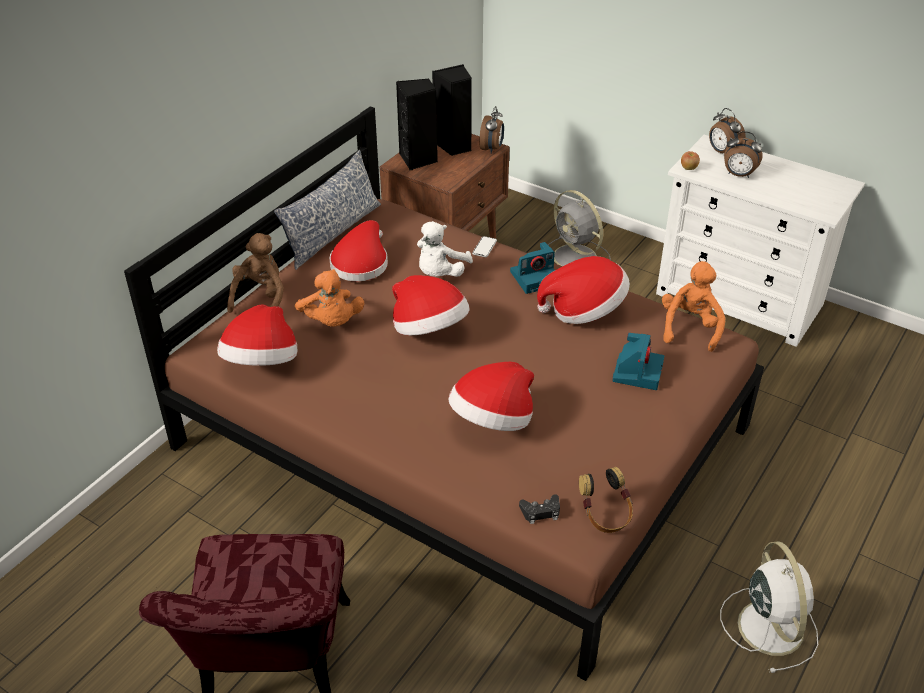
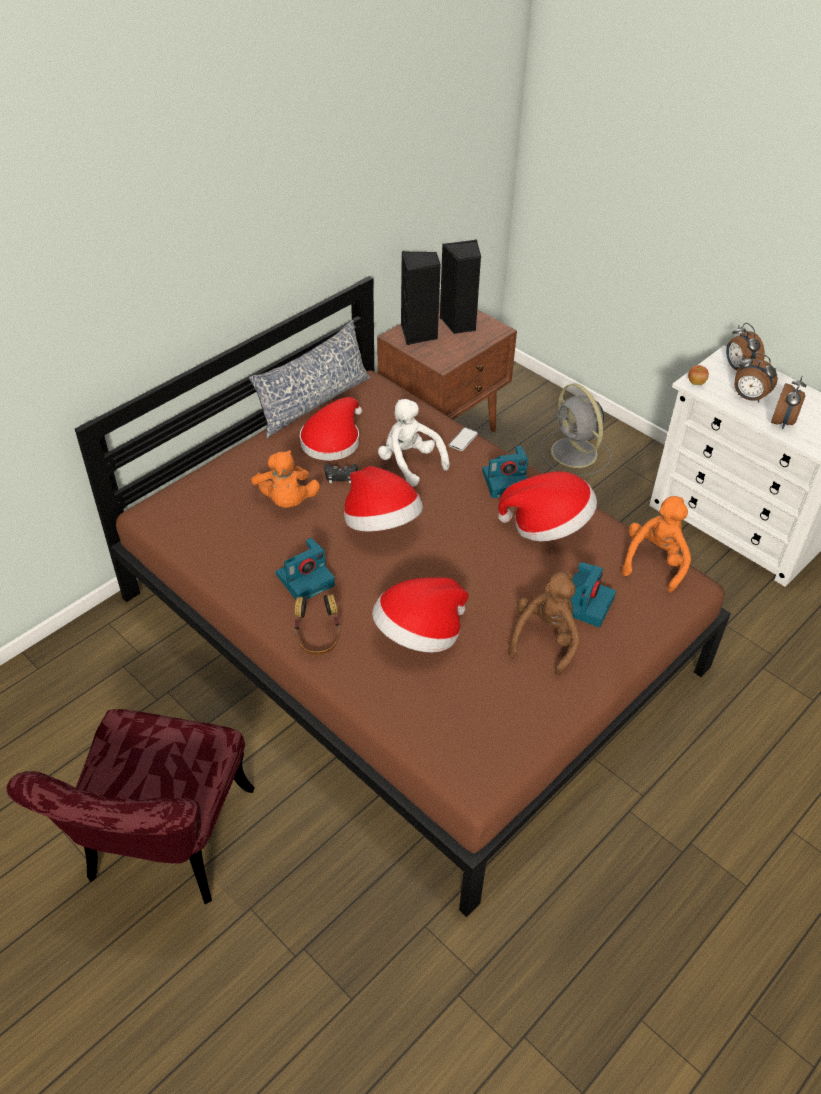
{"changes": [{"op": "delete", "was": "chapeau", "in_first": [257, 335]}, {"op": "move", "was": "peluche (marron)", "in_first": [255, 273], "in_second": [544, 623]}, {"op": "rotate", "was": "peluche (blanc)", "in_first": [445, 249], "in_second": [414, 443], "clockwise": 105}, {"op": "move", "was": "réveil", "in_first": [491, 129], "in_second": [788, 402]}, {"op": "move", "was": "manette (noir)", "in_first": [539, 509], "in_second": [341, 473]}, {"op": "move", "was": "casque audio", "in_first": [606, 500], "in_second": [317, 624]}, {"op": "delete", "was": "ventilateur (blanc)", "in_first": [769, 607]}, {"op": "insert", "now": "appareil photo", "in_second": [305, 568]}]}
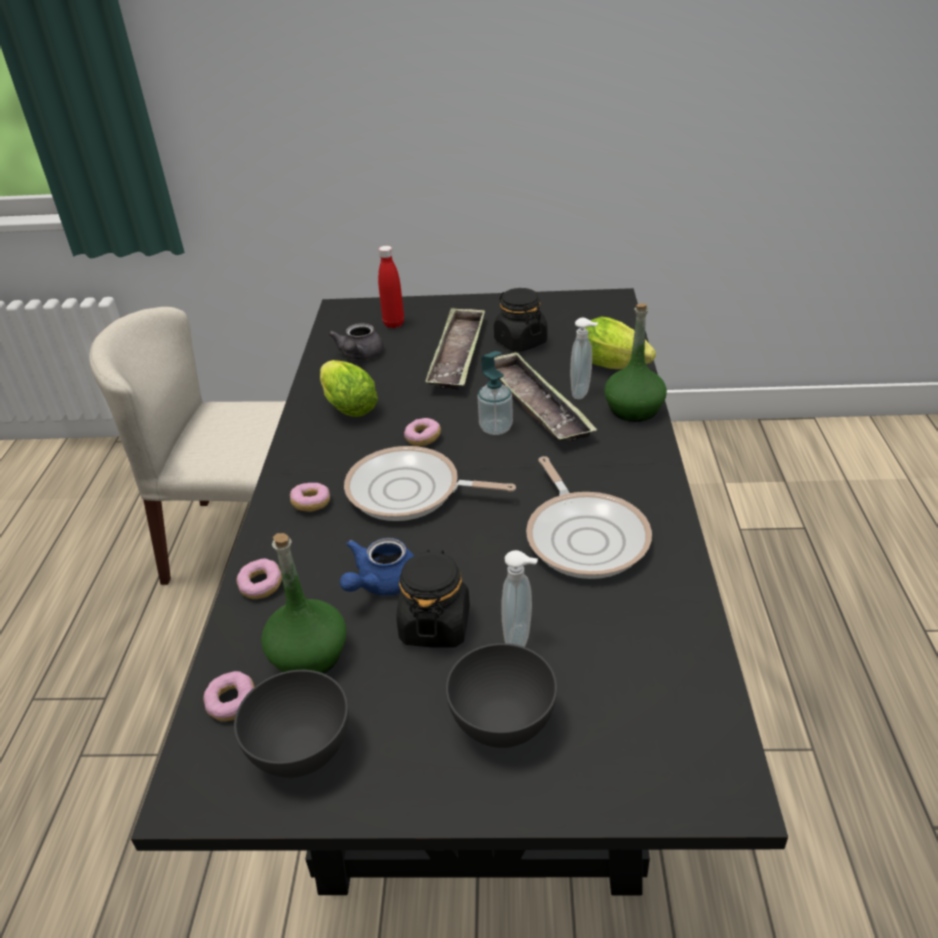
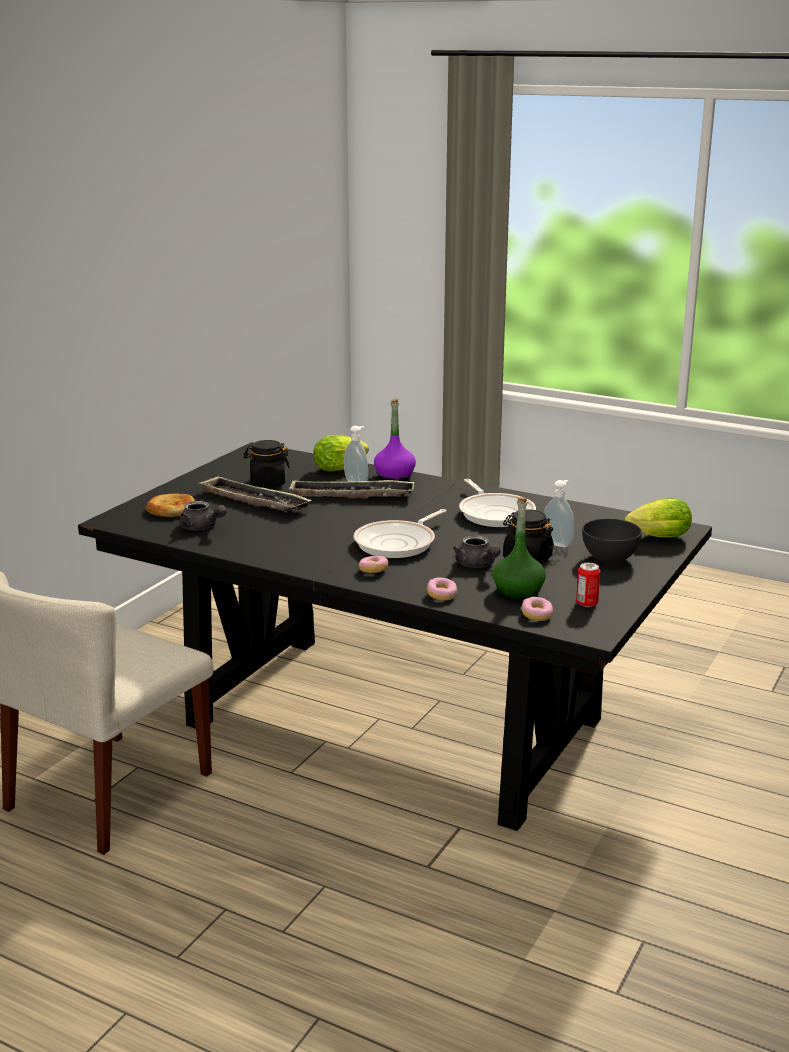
{"changes": [{"op": "replace", "was": "bol (gris)", "now": "boîte métallique", "in_first": [291, 724], "in_second": [588, 585]}, {"op": "move", "was": "laitue", "in_first": [349, 388], "in_second": [658, 517]}, {"op": "recolor", "was": "théière (bleu)", "now": "théière (gris)", "in_first": [377, 567], "in_second": [477, 551]}, {"op": "replace", "was": "bouteille (rouge)", "now": "pain", "in_first": [391, 287], "in_second": [170, 505]}, {"op": "delete", "was": "beignet", "in_first": [422, 432]}, {"op": "delete", "was": "distributeur de savon", "in_first": [495, 393]}, {"op": "rotate", "was": "poêle", "in_first": [589, 517], "in_second": [497, 503], "clockwise": 60}, {"op": "recolor", "was": "bouteille (vert)", "now": "bouteille (violet)", "in_first": [635, 362], "in_second": [395, 440]}]}
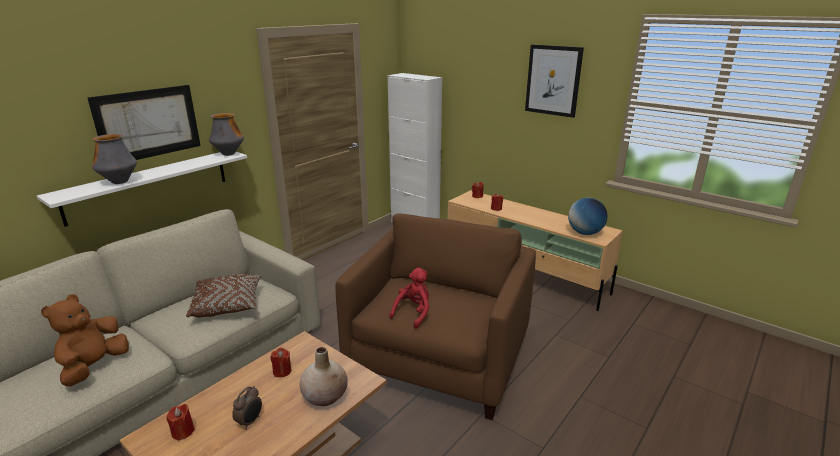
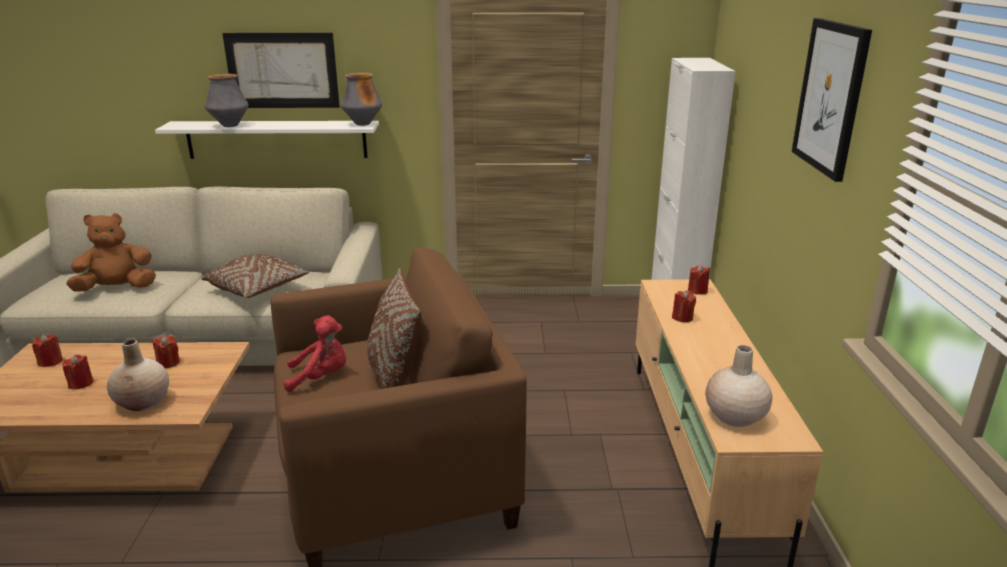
{"changes": [{"op": "replace", "was": "réveil", "now": "bougie (rouge)", "in_first": [247, 407], "in_second": [77, 371]}, {"op": "replace", "was": "globe", "now": "vase (beige)", "in_first": [587, 216], "in_second": [739, 386]}, {"op": "insert", "now": "coussin (marron)", "in_second": [394, 328]}]}
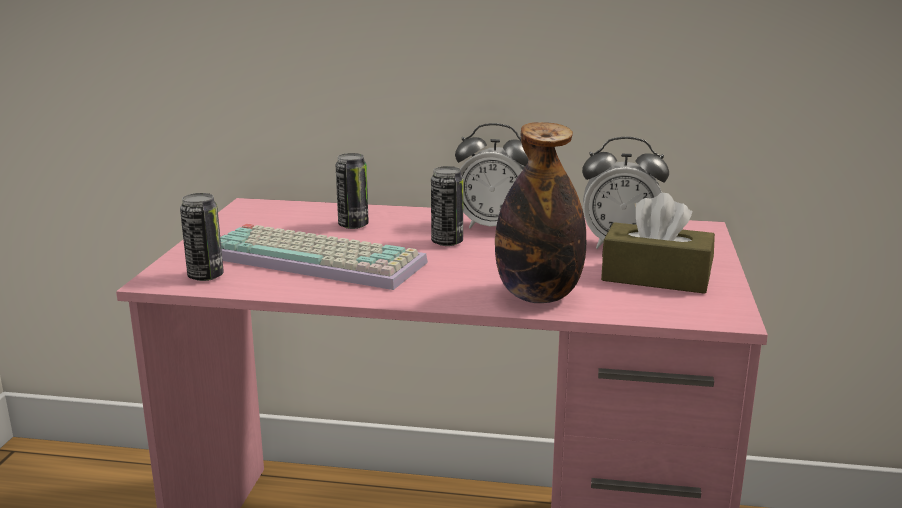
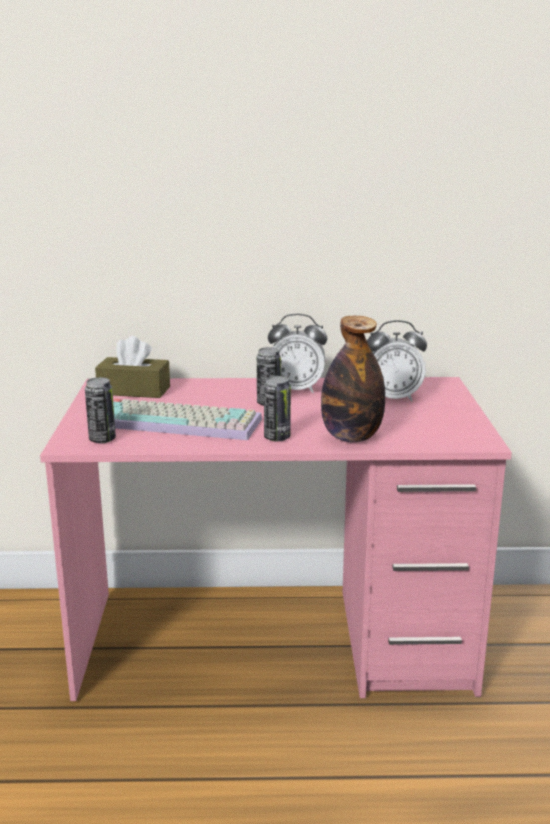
{"changes": [{"op": "move", "was": "boîte métallique", "in_first": [352, 191], "in_second": [277, 409]}, {"op": "move", "was": "boîte à mouchoirs (marron)", "in_first": [658, 243], "in_second": [132, 367]}]}
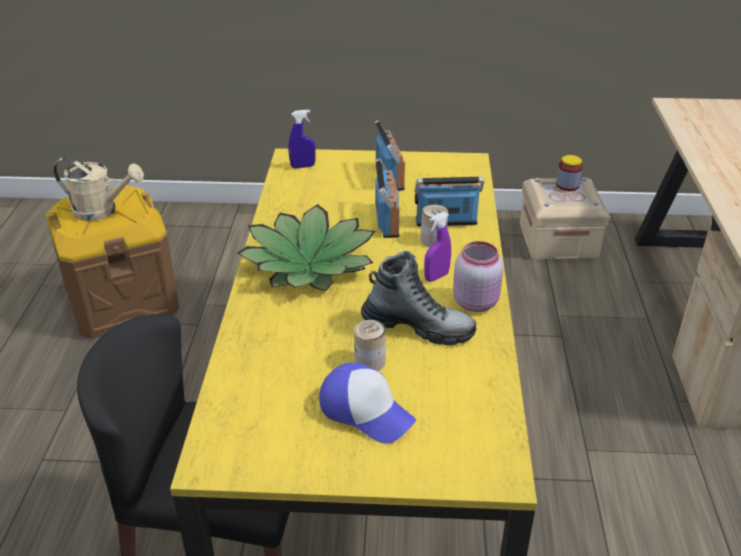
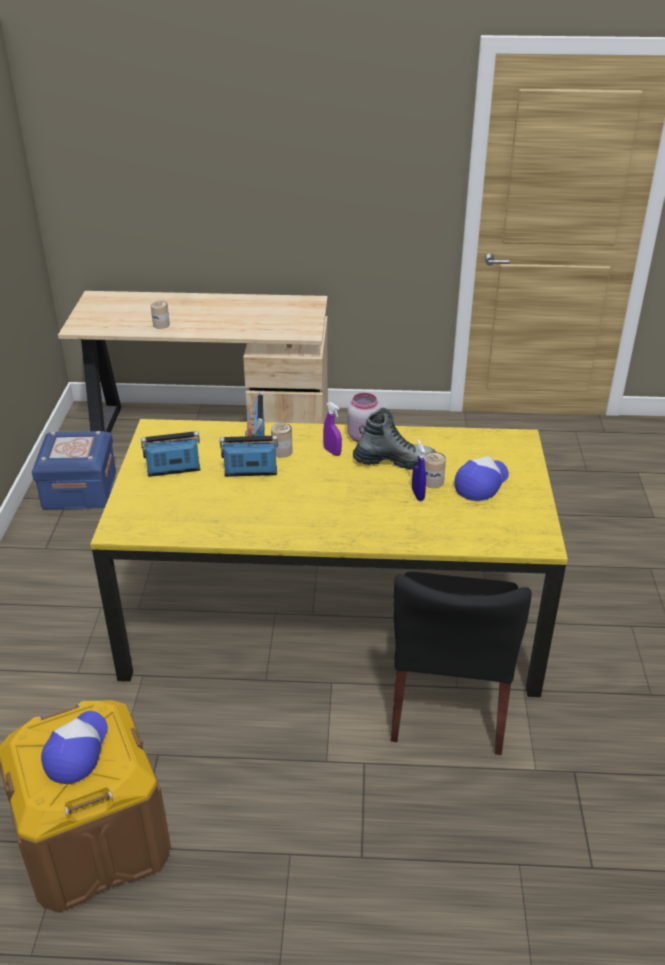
{"changes": [{"op": "replace", "was": "arrosoir (beige)", "now": "casquette", "in_first": [98, 189], "in_second": [74, 747]}, {"op": "delete", "was": "plante en pot", "in_first": [306, 247]}, {"op": "move", "was": "vaporisateur (bleu)", "in_first": [302, 138], "in_second": [419, 470]}, {"op": "rotate", "was": "botte", "in_first": [418, 298], "in_second": [394, 438], "clockwise": 75}, {"op": "recolor", "was": "boîte de rangement (beige)", "now": "boîte de rangement (bleu)", "in_first": [565, 218], "in_second": [74, 470]}, {"op": "delete", "was": "bocal", "in_first": [569, 173]}, {"op": "insert", "now": "boîte métallique", "in_second": [160, 315]}]}
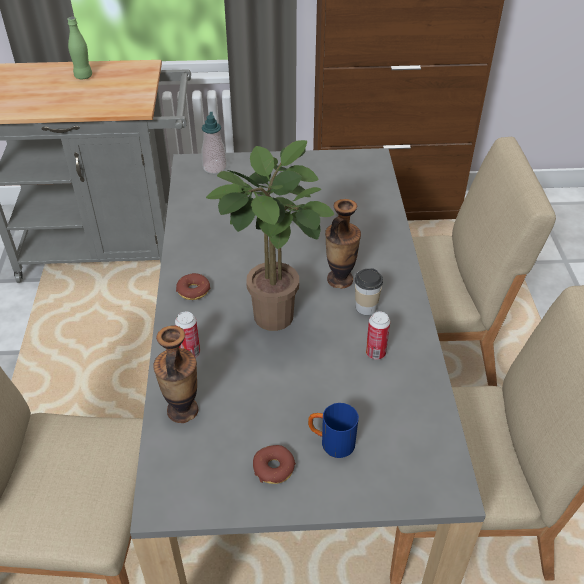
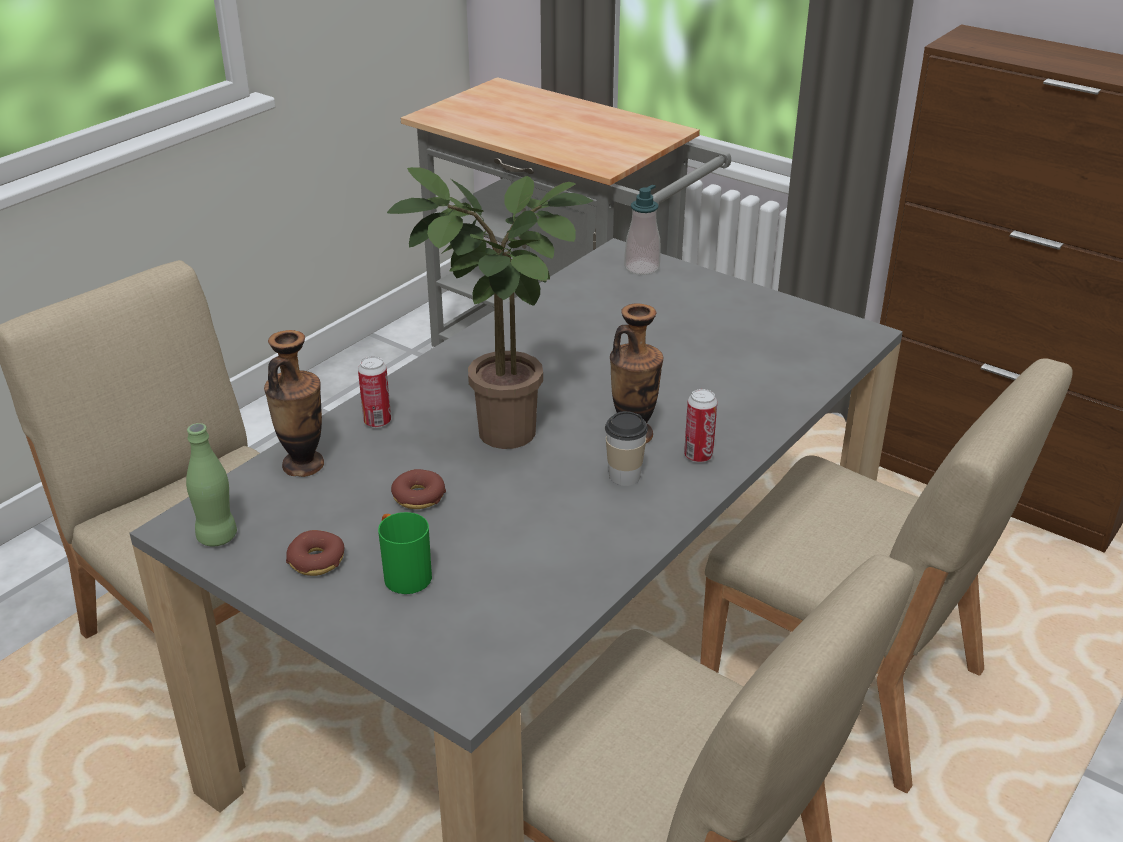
{"changes": [{"op": "move", "was": "bouteille (vert)", "in_first": [79, 48], "in_second": [211, 485]}, {"op": "move", "was": "beignet", "in_first": [193, 286], "in_second": [418, 489]}, {"op": "recolor", "was": "mug (bleu)", "now": "mug (vert)", "in_first": [333, 430], "in_second": [405, 553]}, {"op": "move", "was": "boîte métallique", "in_first": [378, 335], "in_second": [700, 426]}]}
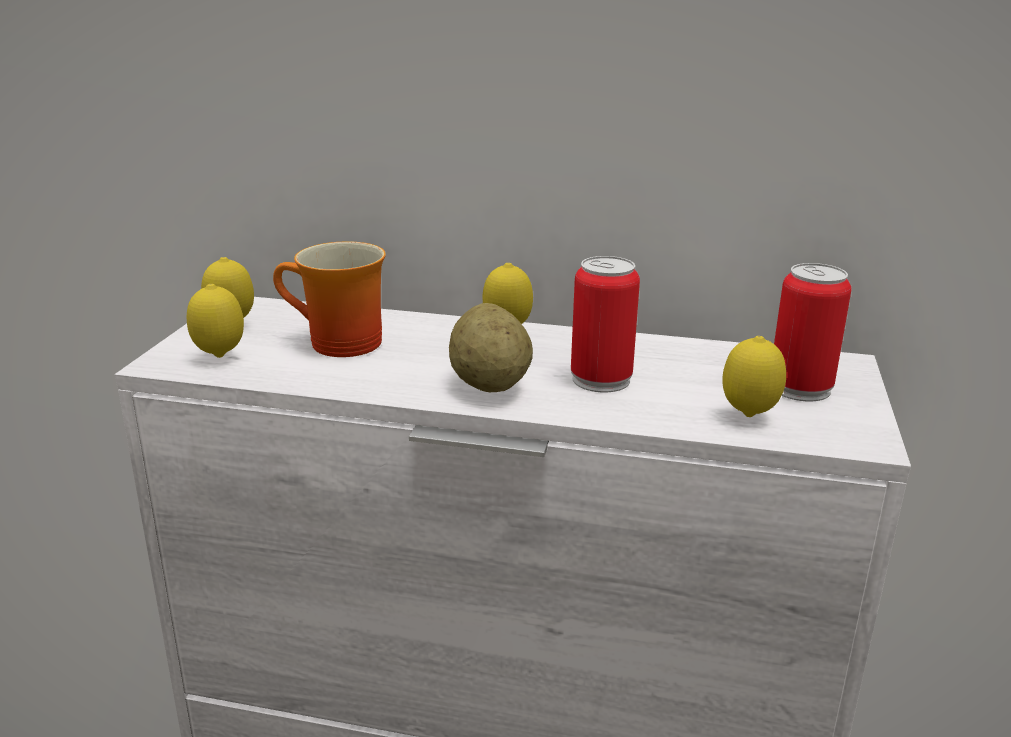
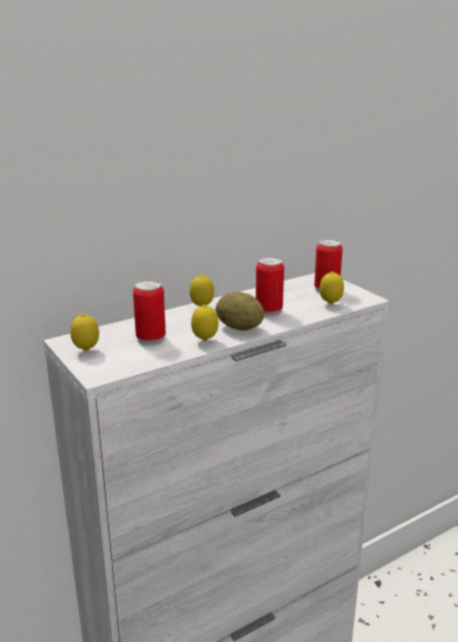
{"changes": [{"op": "move", "was": "citron", "in_first": [215, 321], "in_second": [204, 323]}, {"op": "replace", "was": "mug", "now": "boîte métallique", "in_first": [329, 299], "in_second": [149, 312]}]}
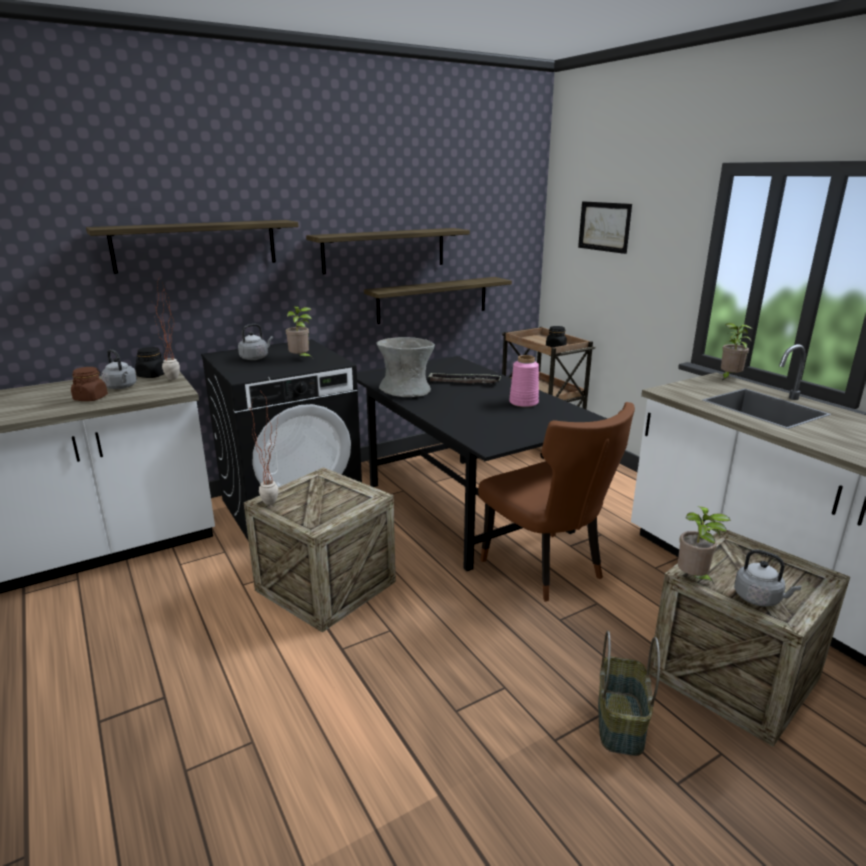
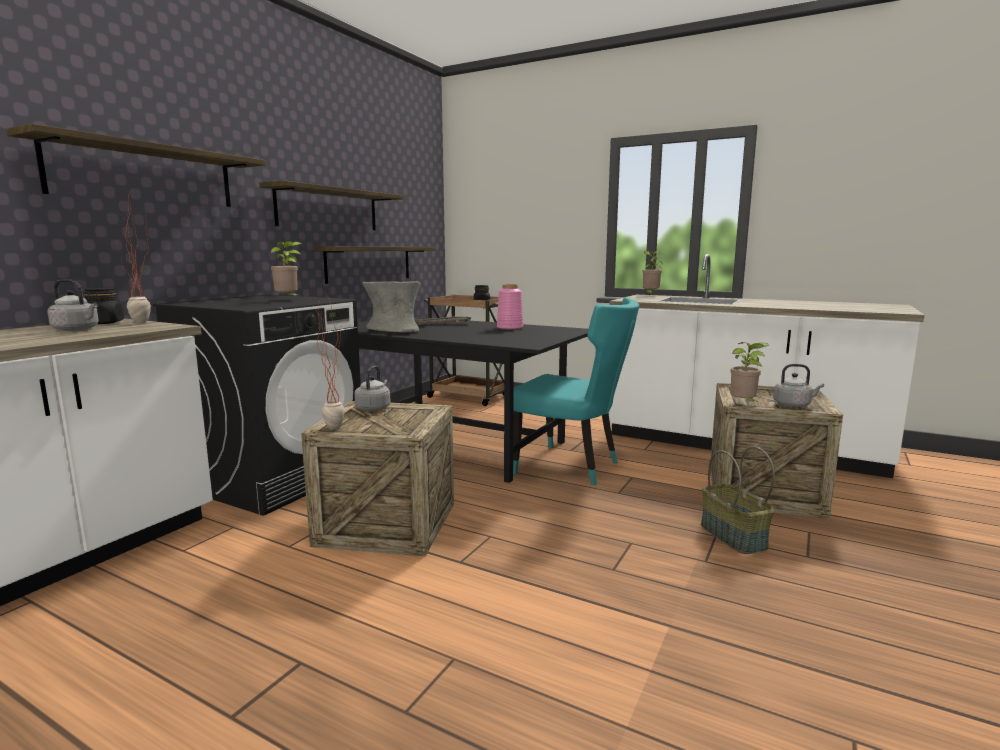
{"changes": [{"op": "delete", "was": "bocal (marron)", "in_first": [89, 384]}, {"op": "move", "was": "bouilloire (gris)", "in_first": [255, 342], "in_second": [372, 388]}, {"op": "recolor", "was": "chaise (marron)", "now": "chaise (turquoise)", "in_first": [556, 502], "in_second": [576, 391]}, {"op": "delete", "was": "tableau", "in_first": [605, 227]}]}
